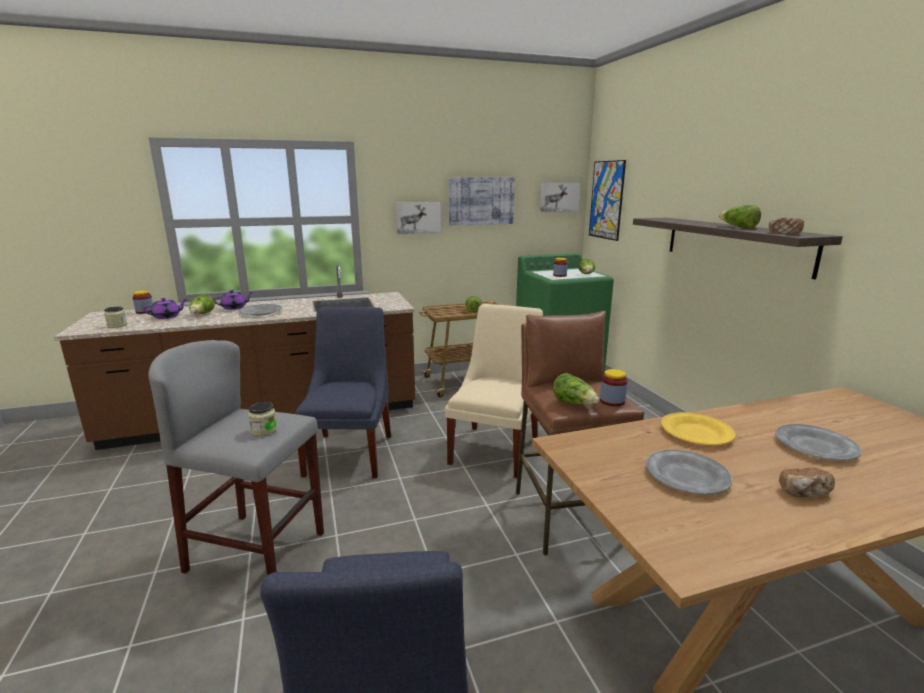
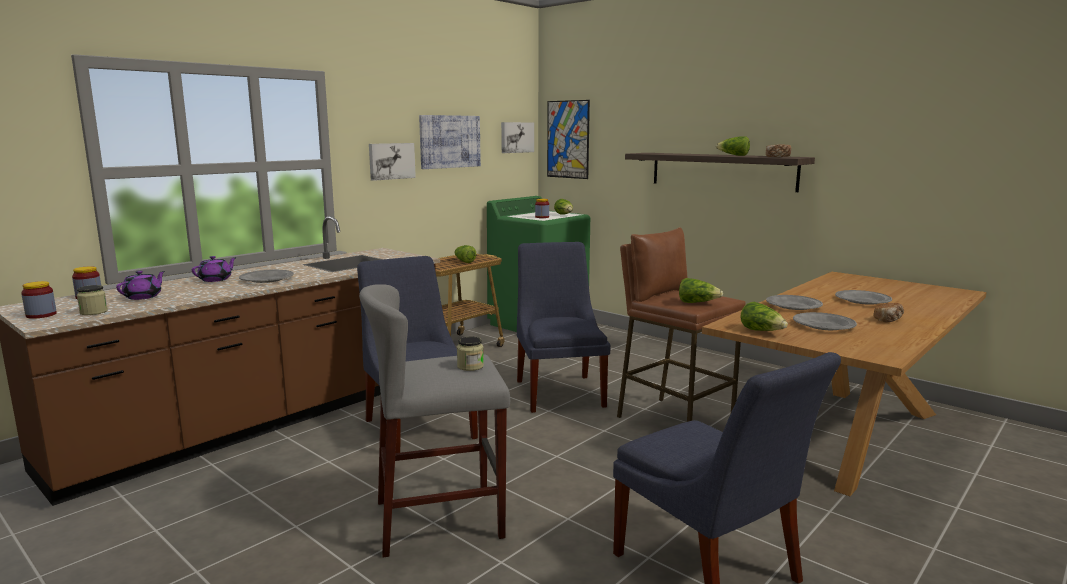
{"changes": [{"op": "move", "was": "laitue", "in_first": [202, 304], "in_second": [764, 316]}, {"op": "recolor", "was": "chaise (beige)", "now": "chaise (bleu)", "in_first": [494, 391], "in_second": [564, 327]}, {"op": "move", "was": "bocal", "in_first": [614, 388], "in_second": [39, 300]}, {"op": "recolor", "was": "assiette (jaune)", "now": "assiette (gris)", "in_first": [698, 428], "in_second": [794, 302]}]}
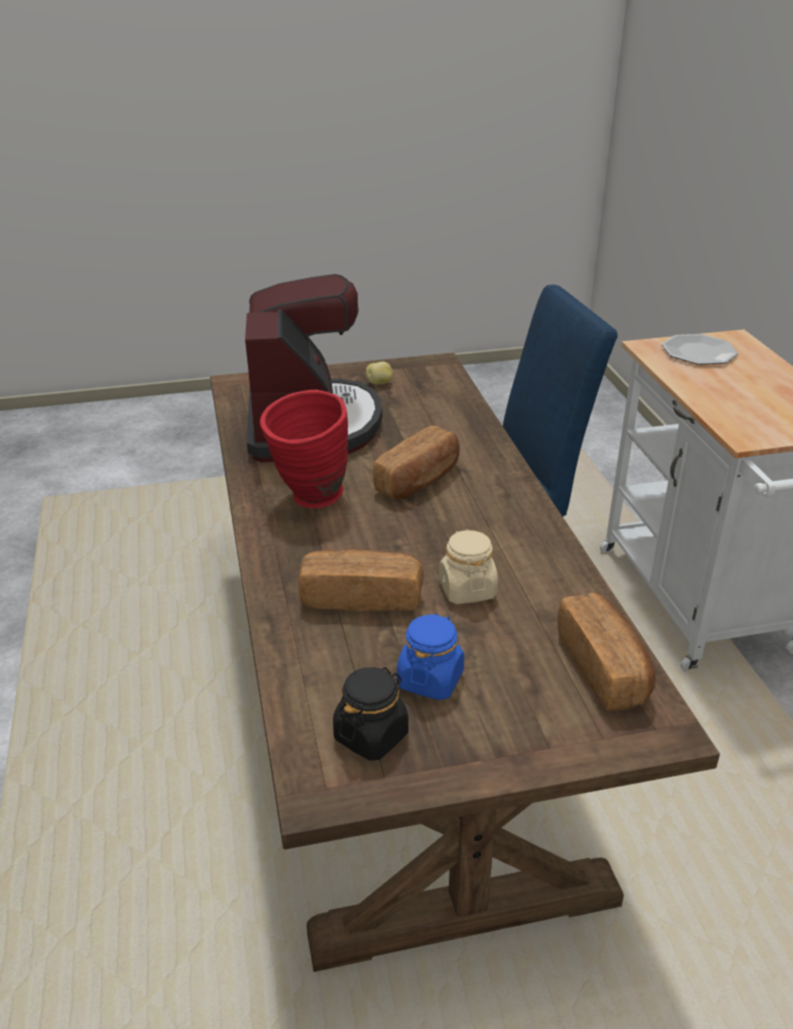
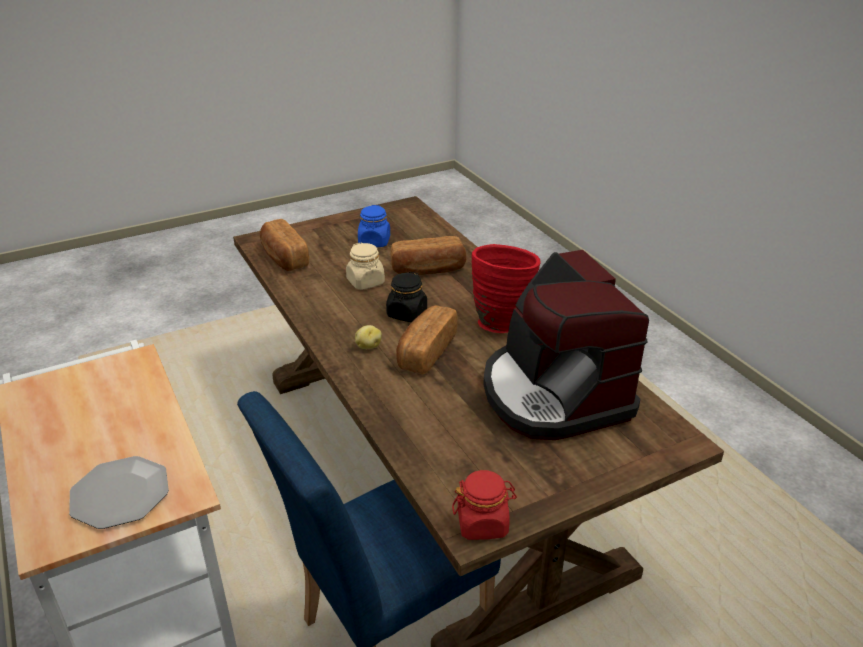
{"changes": [{"op": "move", "was": "bocal (noir)", "in_first": [370, 714], "in_second": [406, 297]}, {"op": "move", "was": "pomme de terre", "in_first": [379, 373], "in_second": [368, 337]}, {"op": "insert", "now": "bocal (rouge)", "in_second": [484, 505]}]}
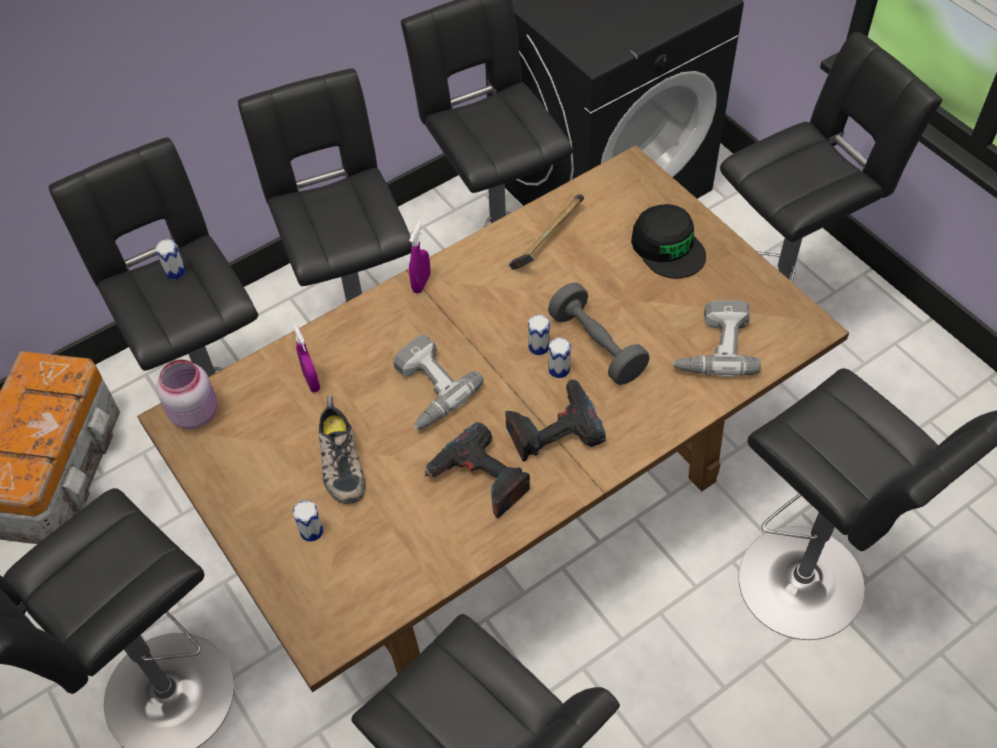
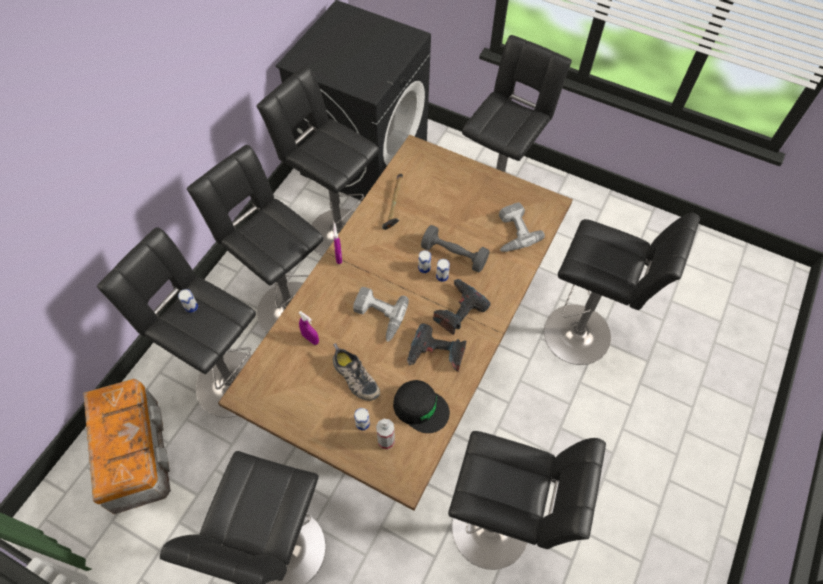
{"changes": [{"op": "delete", "was": "bocal (rose)", "in_first": [186, 394]}, {"op": "move", "was": "casquette (noir)", "in_first": [668, 241], "in_second": [421, 406]}, {"op": "insert", "now": "vaporisateur", "in_second": [385, 434]}]}
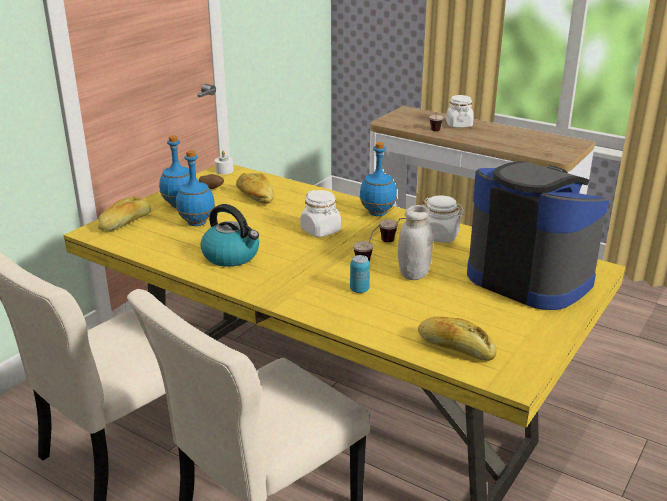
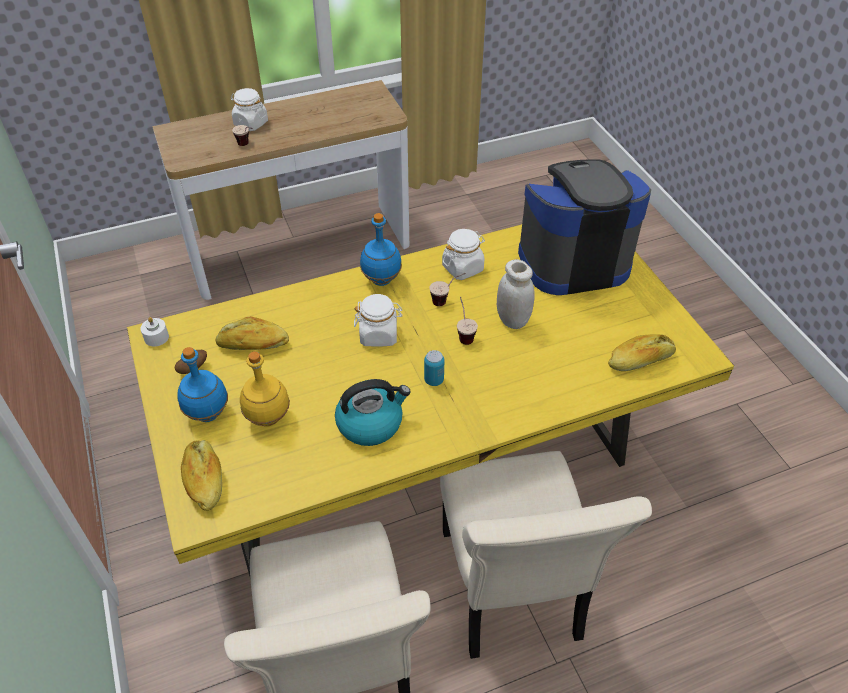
{"changes": [{"op": "recolor", "was": "bouteille (bleu)", "now": "bouteille (jaune)", "in_first": [195, 188], "in_second": [265, 388]}, {"op": "move", "was": "boîte métallique", "in_first": [360, 274], "in_second": [434, 368]}]}
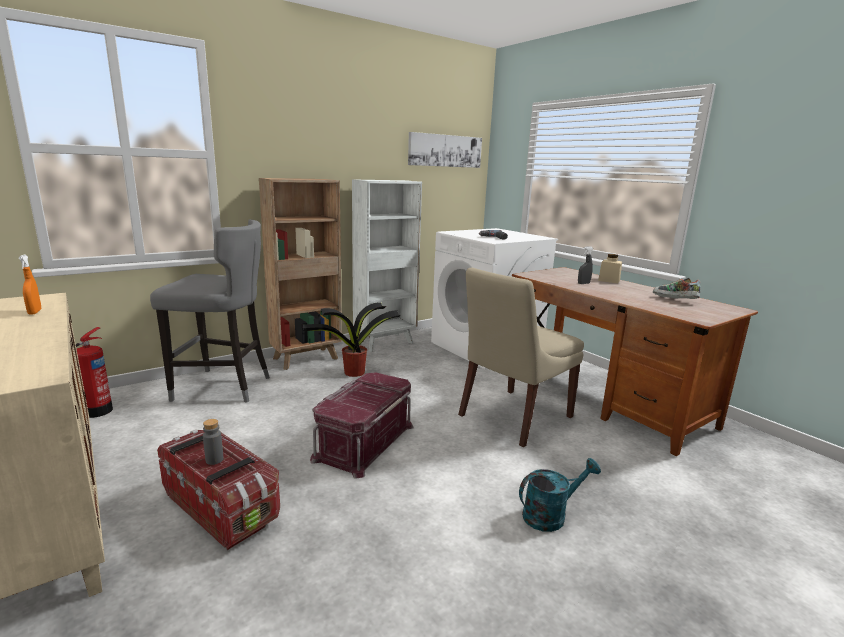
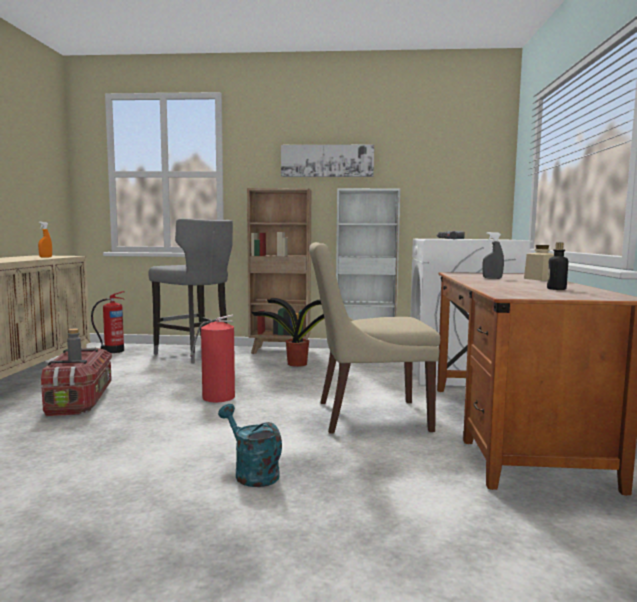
{"changes": [{"op": "replace", "was": "boîte de rangement (rouge)", "now": "extincteur", "in_first": [362, 425], "in_second": [212, 358]}, {"op": "move", "was": "tableau", "in_first": [445, 150], "in_second": [327, 161]}, {"op": "rotate", "was": "arrosoir (turquoise)", "in_first": [560, 495], "in_second": [250, 445], "clockwise": -150}, {"op": "replace", "was": "chaussure", "now": "bouteille", "in_first": [677, 288], "in_second": [557, 266]}]}
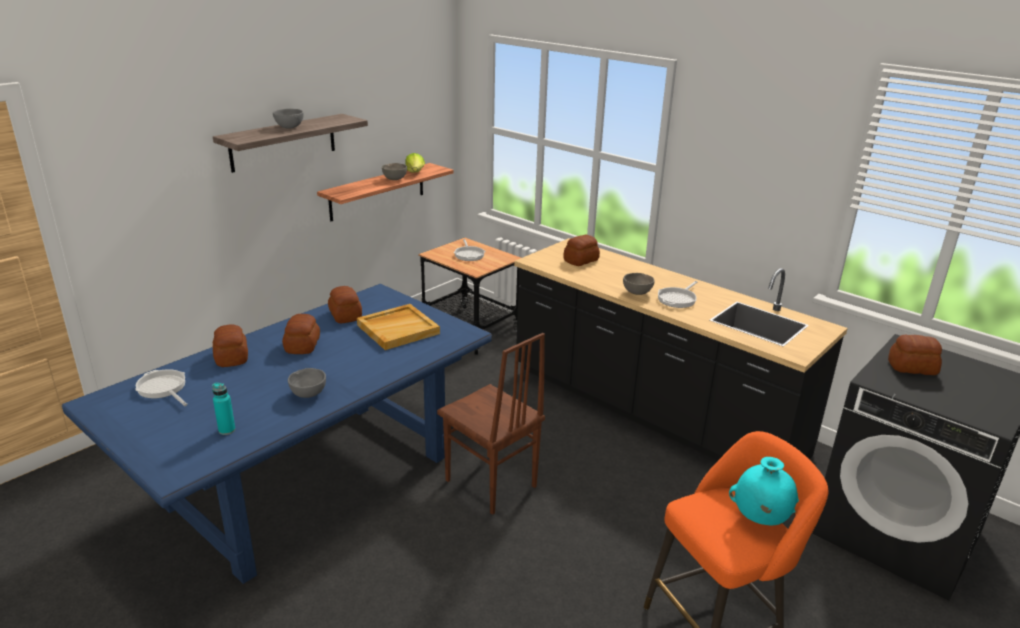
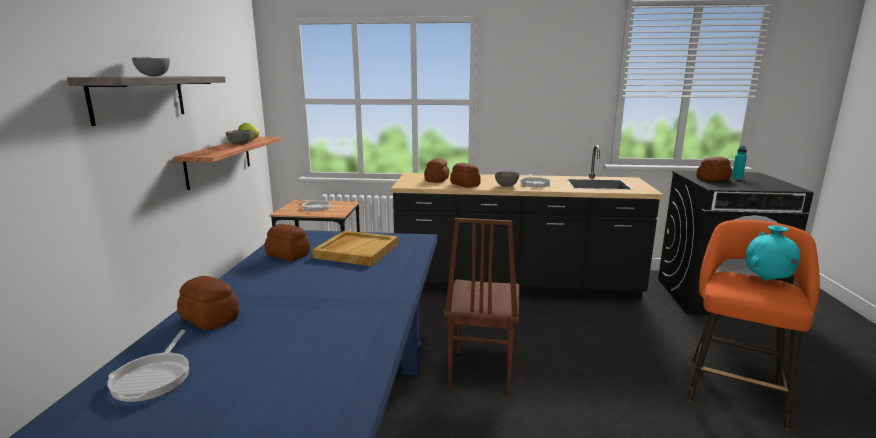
{"changes": [{"op": "rotate", "was": "poêle", "in_first": [161, 387], "in_second": [148, 366], "clockwise": -105}, {"op": "move", "was": "bouteille (turquoise)", "in_first": [224, 409], "in_second": [739, 163]}, {"op": "move", "was": "pain", "in_first": [301, 334], "in_second": [465, 175]}, {"op": "delete", "was": "bol (gris)", "in_first": [307, 383]}, {"op": "rotate", "was": "chaise (marron)", "in_first": [491, 424], "in_second": [482, 306], "clockwise": 90}]}
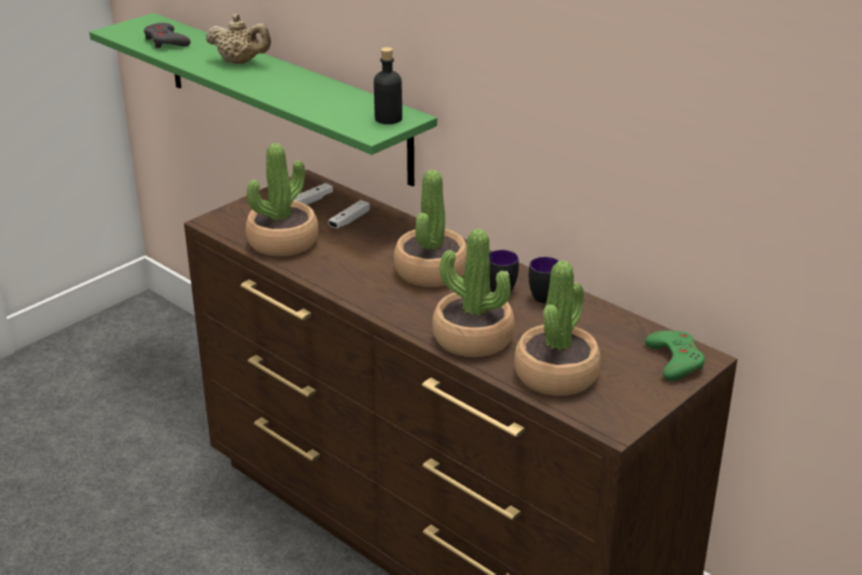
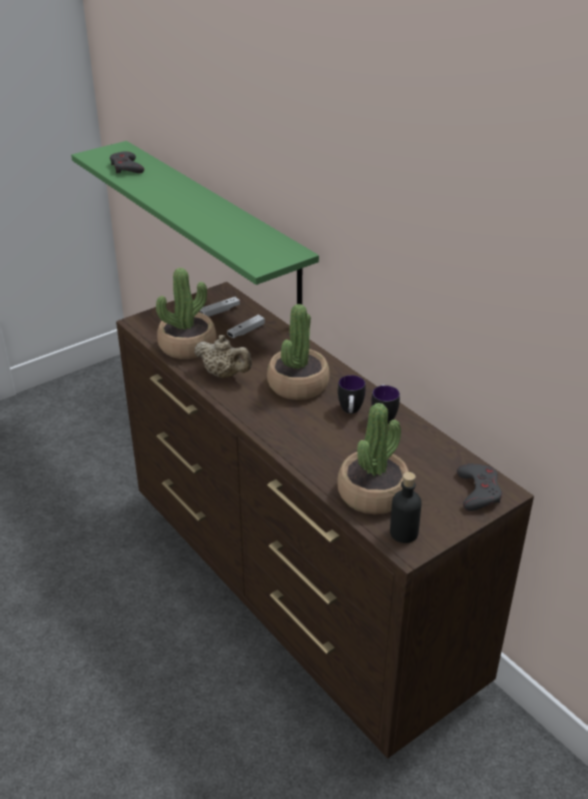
{"changes": [{"op": "move", "was": "théière (beige)", "in_first": [238, 39], "in_second": [223, 356]}, {"op": "move", "was": "bouteille (noir)", "in_first": [388, 85], "in_second": [406, 507]}, {"op": "delete", "was": "plante en pot", "in_first": [473, 293]}, {"op": "recolor", "was": "manette (vert)", "now": "manette (gris)", "in_first": [675, 356], "in_second": [479, 487]}]}
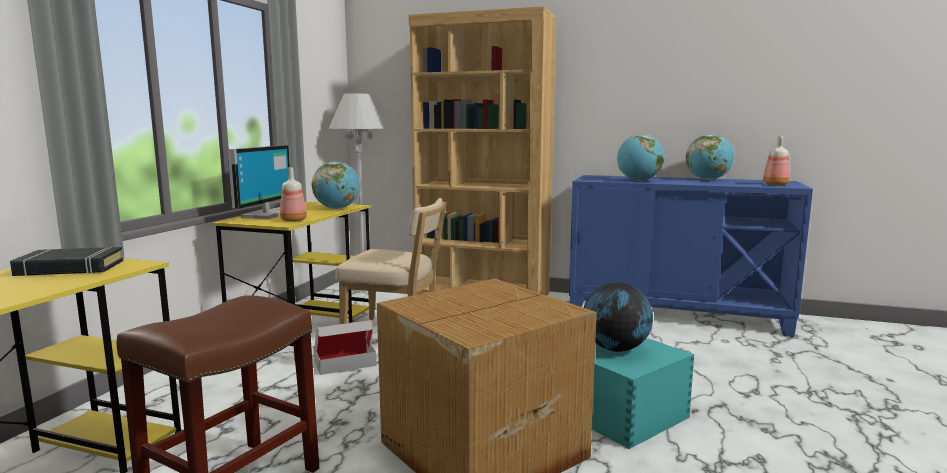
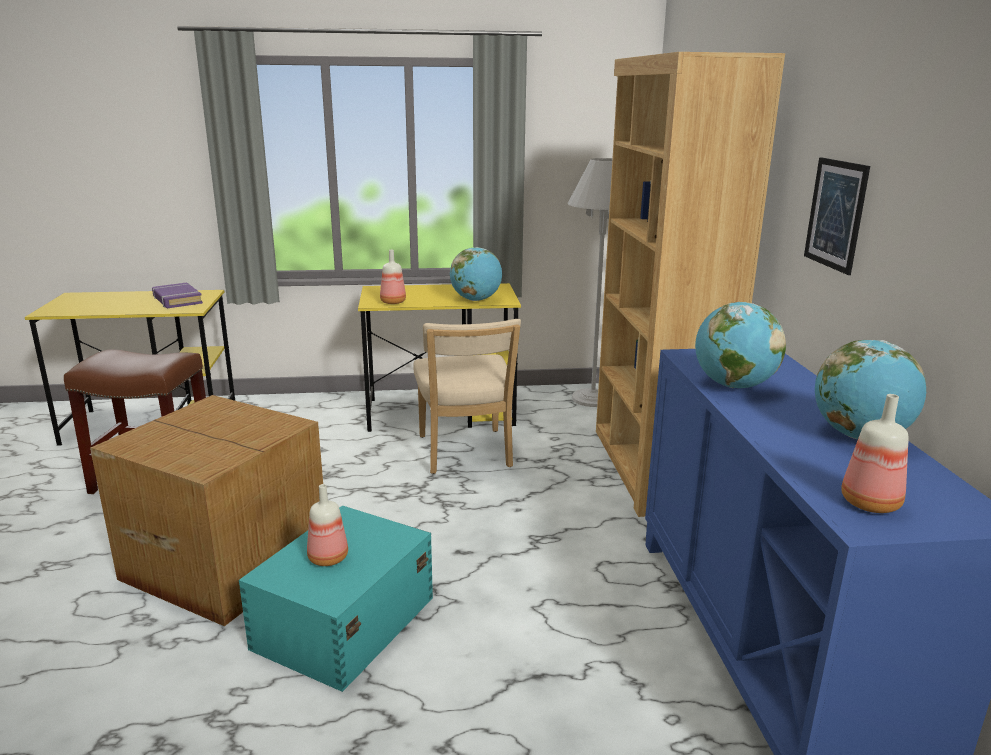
{"changes": [{"op": "recolor", "was": "livre (noir)", "now": "livre (violet)", "in_first": [66, 262], "in_second": [177, 295]}, {"op": "delete", "was": "écran d'ordinateur", "in_first": [258, 182]}, {"op": "delete", "was": "carton", "in_first": [344, 347]}, {"op": "replace", "was": "globe", "now": "bouteille", "in_first": [618, 317], "in_second": [327, 525]}, {"op": "insert", "now": "tableau", "in_second": [837, 216]}]}
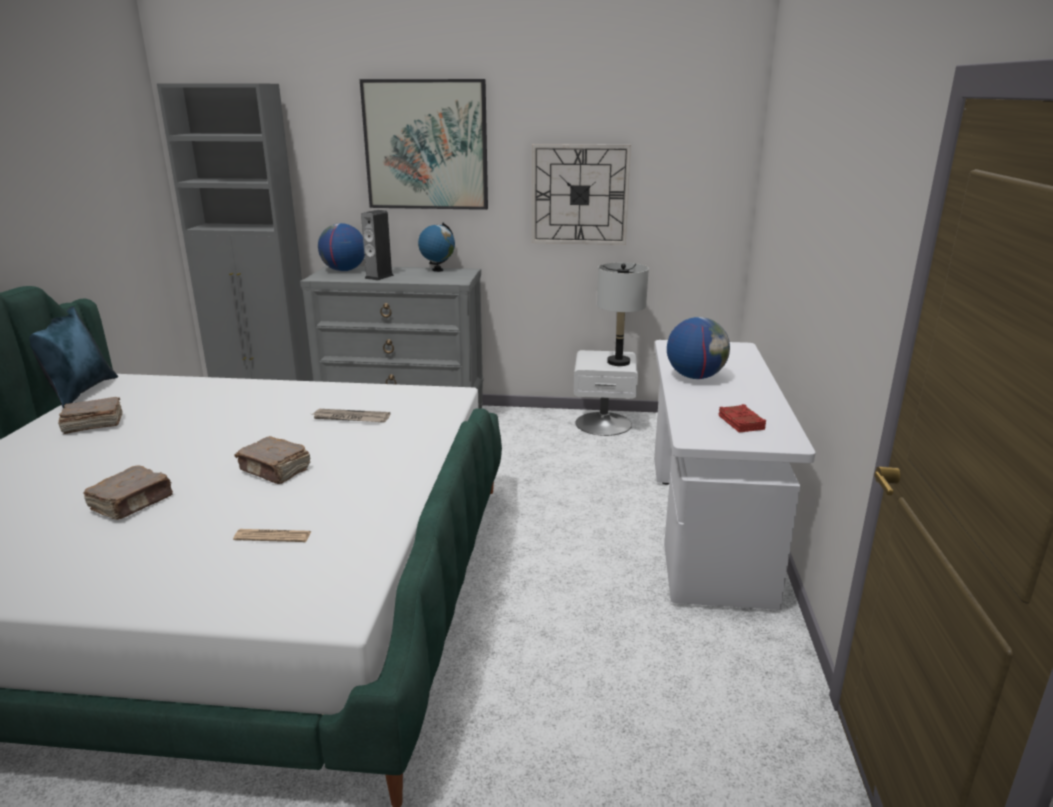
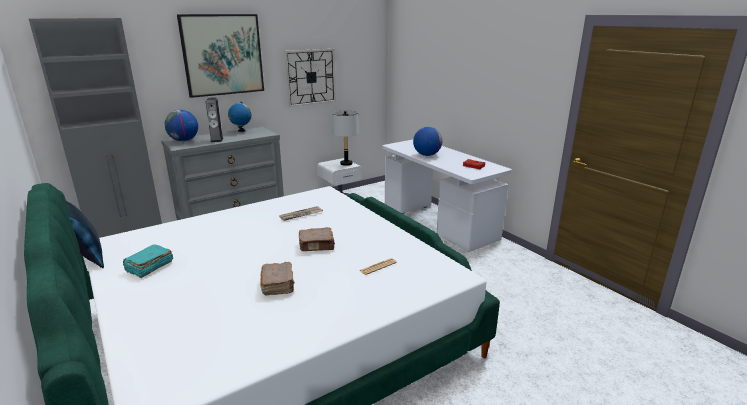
{"changes": [{"op": "recolor", "was": "livre (marron)", "now": "livre (turquoise)", "in_first": [90, 415], "in_second": [148, 261]}]}
